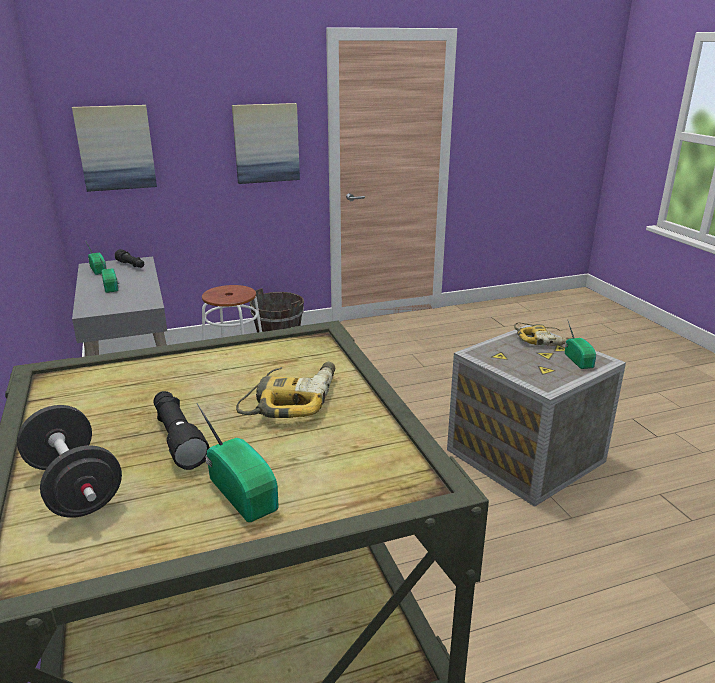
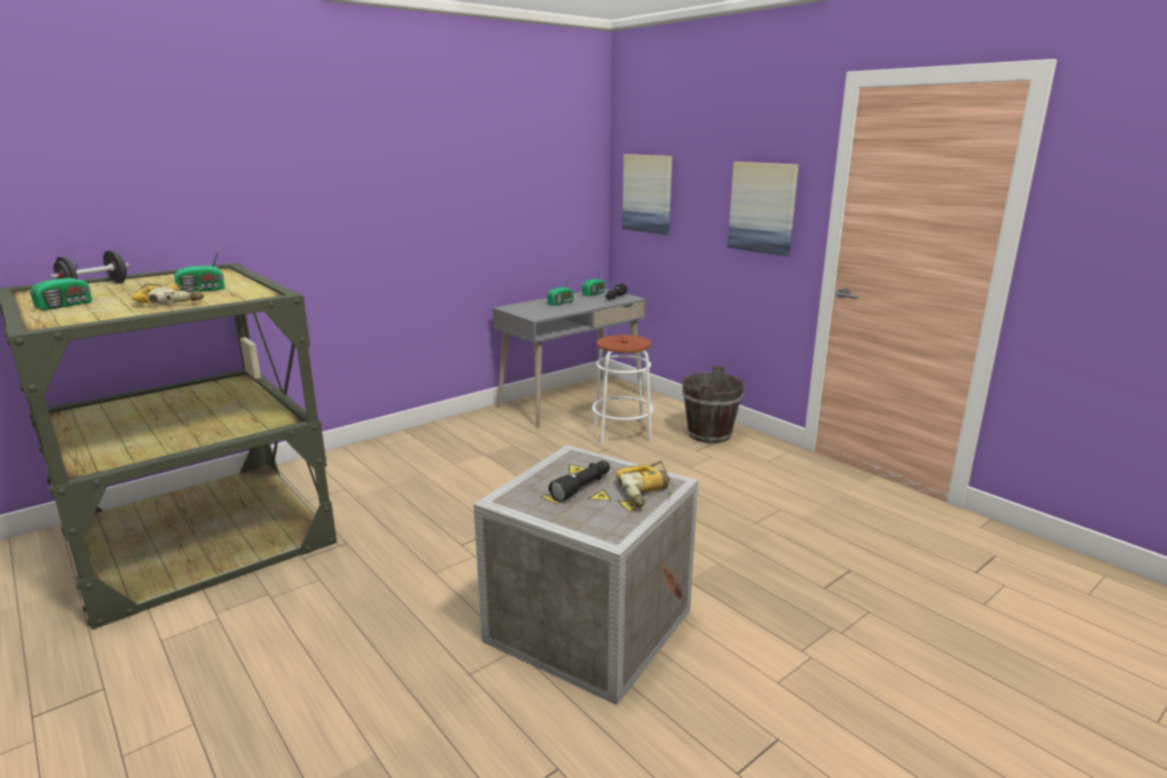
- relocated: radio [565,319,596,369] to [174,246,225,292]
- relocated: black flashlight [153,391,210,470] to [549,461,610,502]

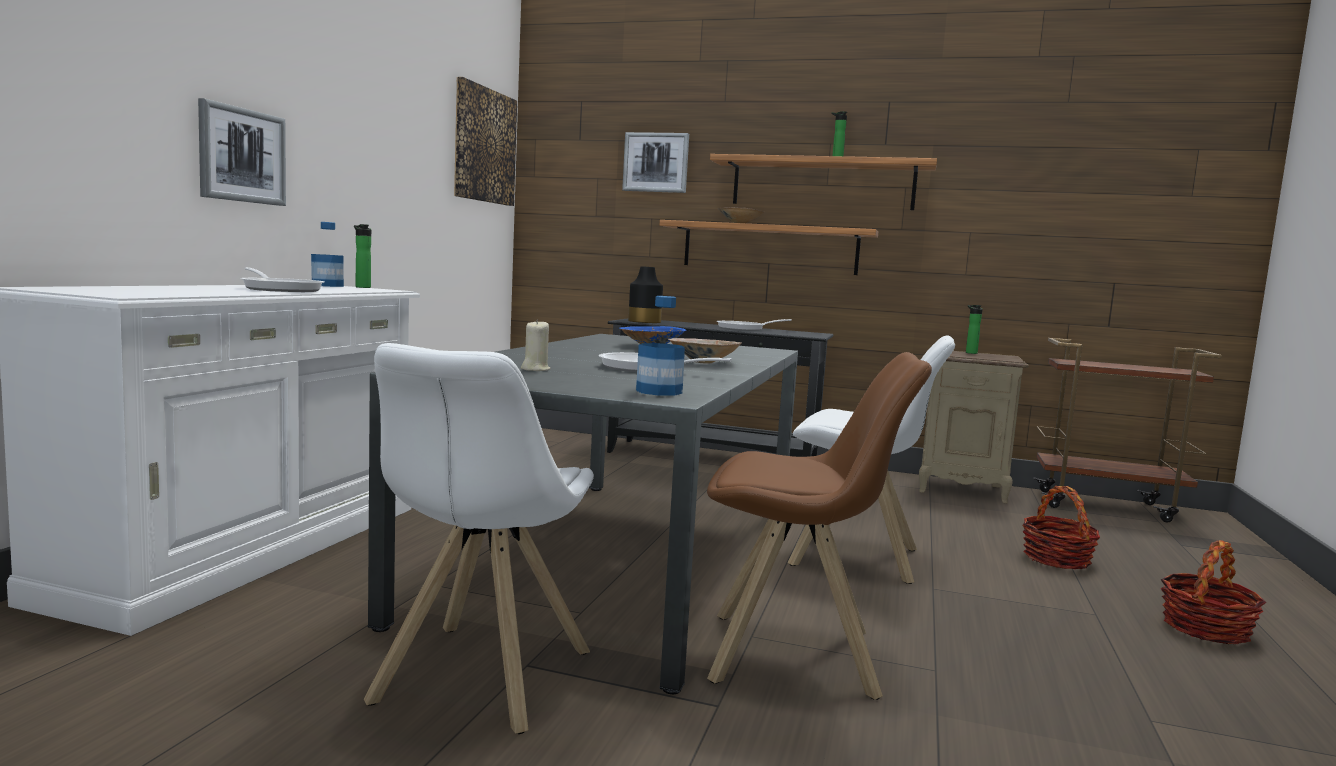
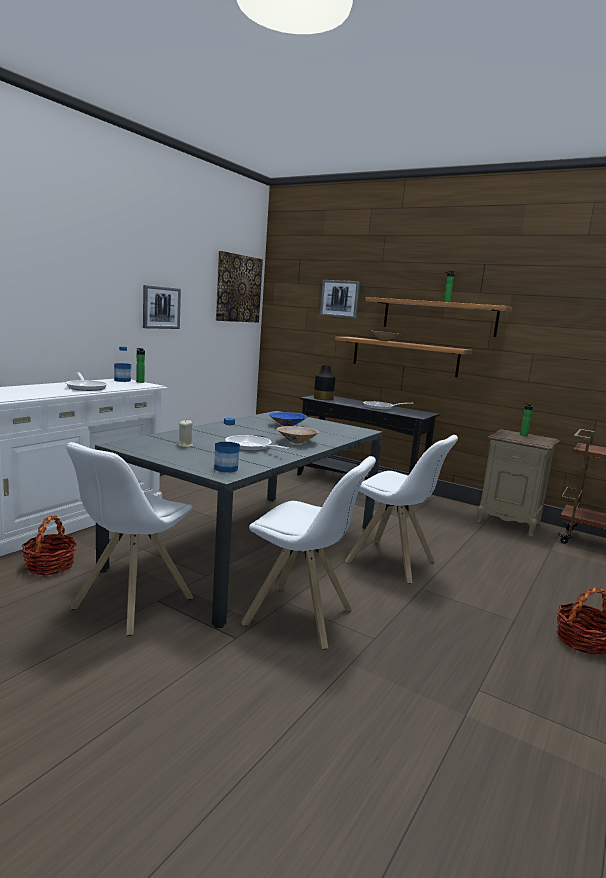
- relocated: picture [198,98,286,206] to [143,285,181,329]
- colour: brown chair [707,352,932,700] to white chair [241,456,376,650]
- relocated: basket [1022,486,1100,570] to [22,515,77,575]

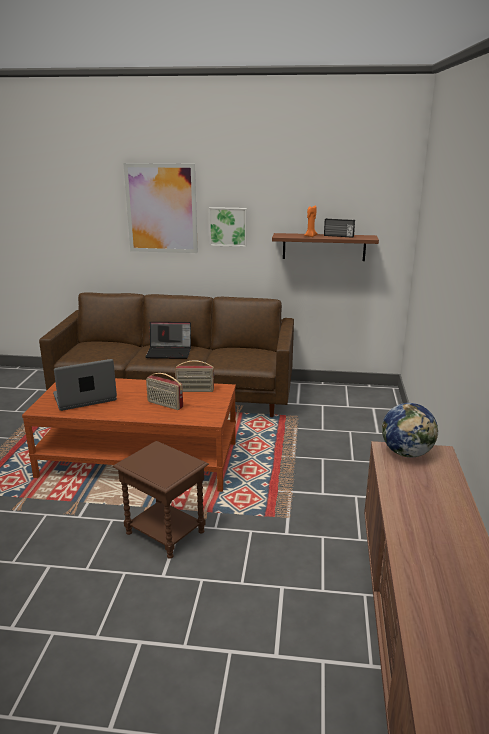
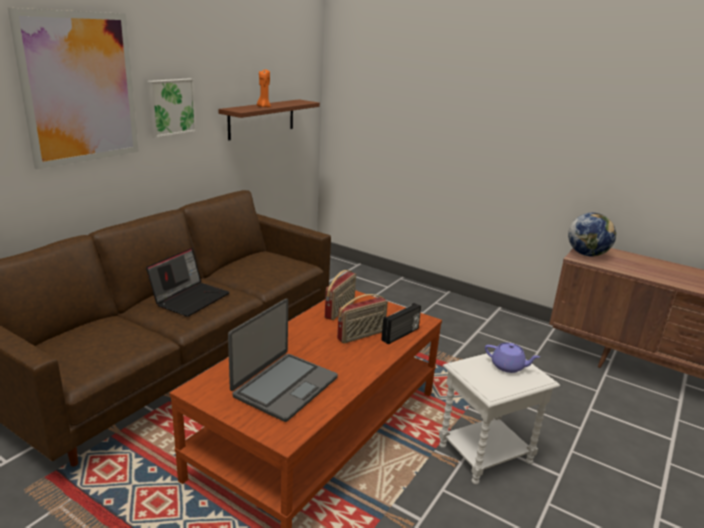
- relocated: radio [324,218,355,238] to [381,303,421,344]
- spun: laptop [53,359,117,411] = [228,299,338,422] 150 degrees counterclockwise
- colour: brown side table [113,441,209,559] to white side table [439,352,560,484]
- appeared: purple teapot [485,343,540,373]

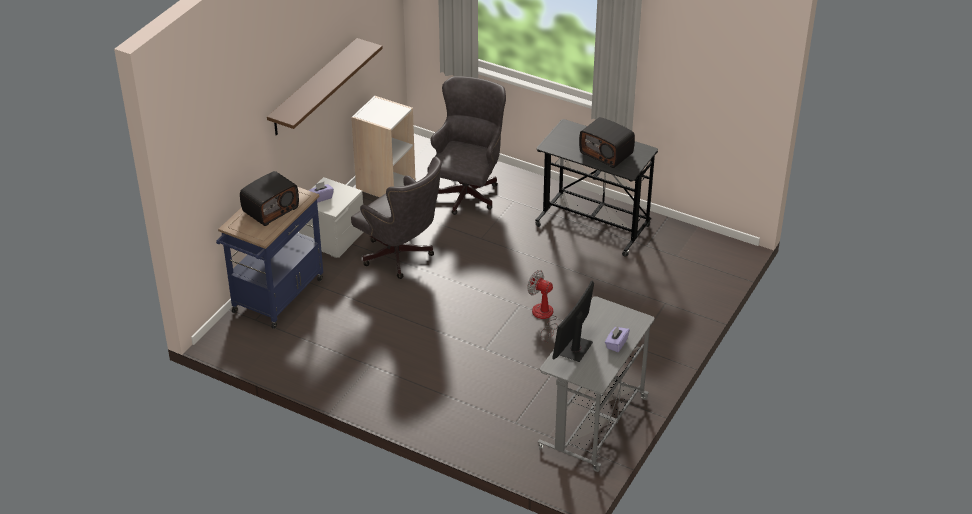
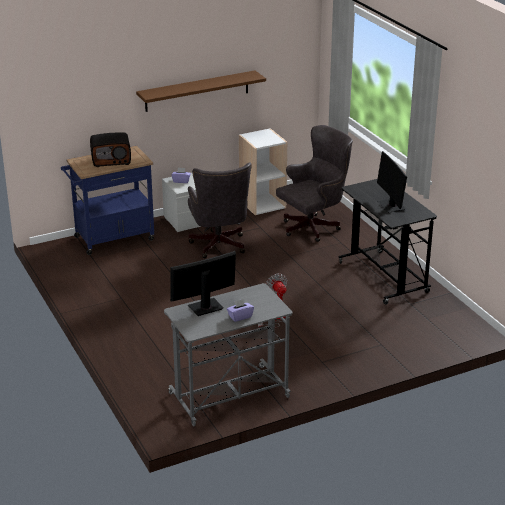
- exchanged: radio [579,117,635,168] to monitor [377,151,407,213]

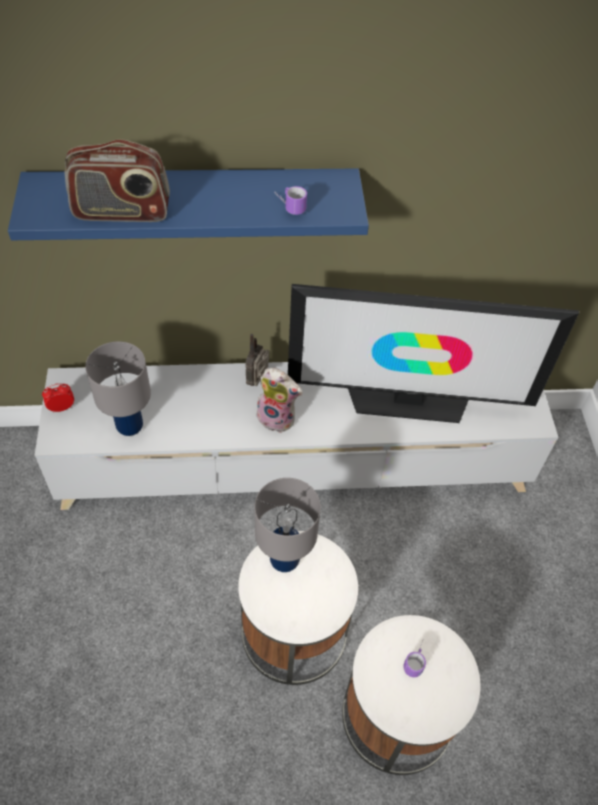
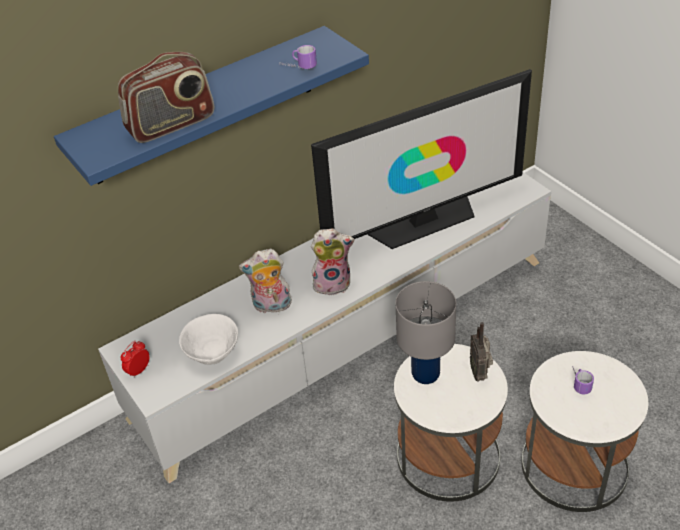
- relocated: radio [245,334,269,386] to [470,322,493,382]
- exchanged: grey table lamp [85,341,151,436] to white bowl [179,314,238,365]
- appeared: plush toy [239,249,292,313]

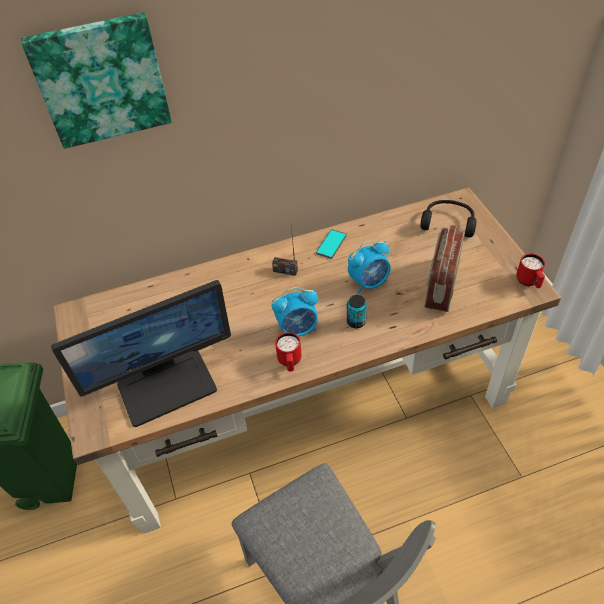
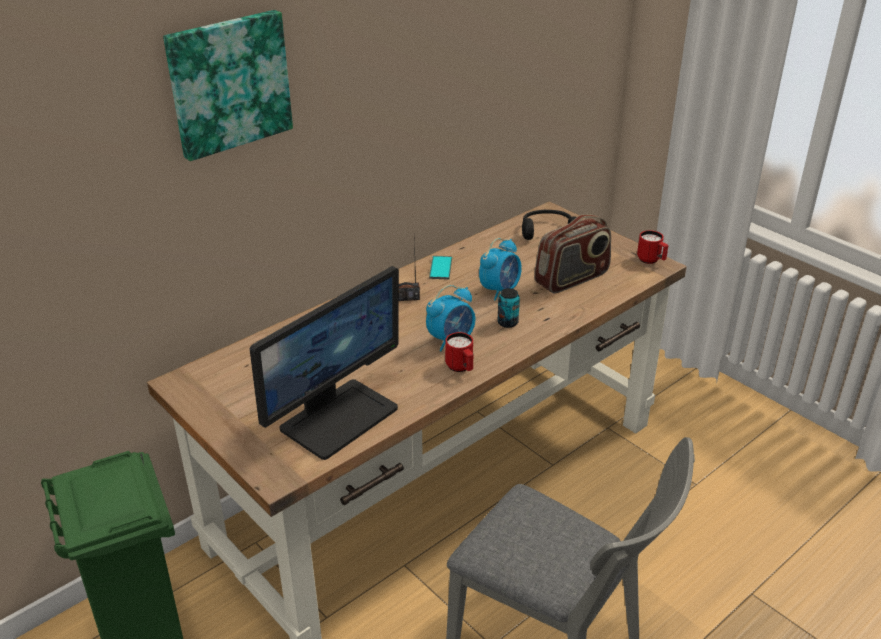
- spun: radio [424,225,465,312] = [534,214,611,293] 120 degrees counterclockwise

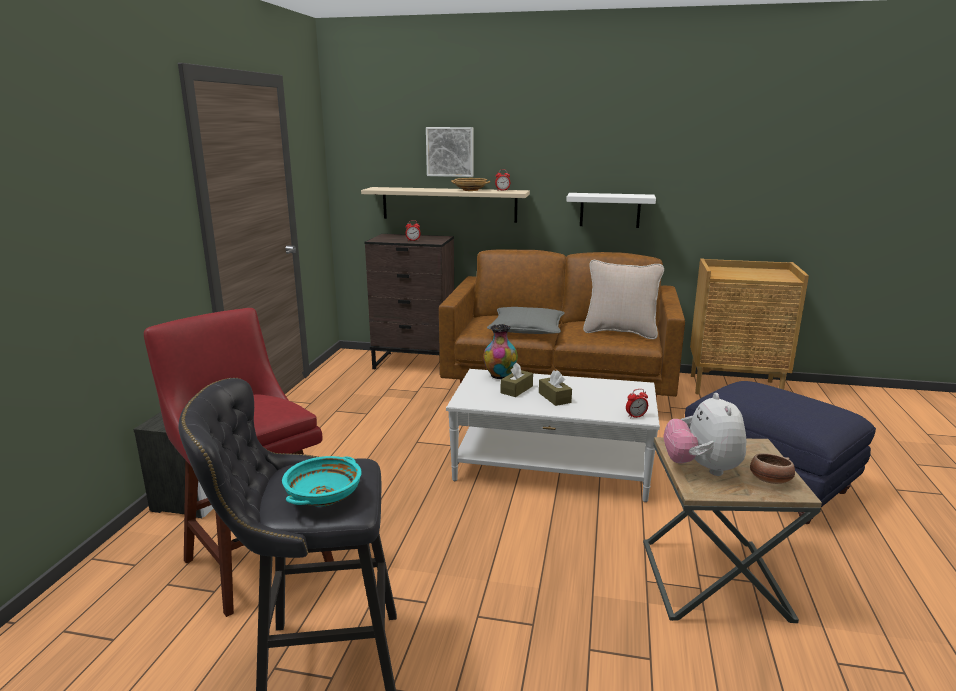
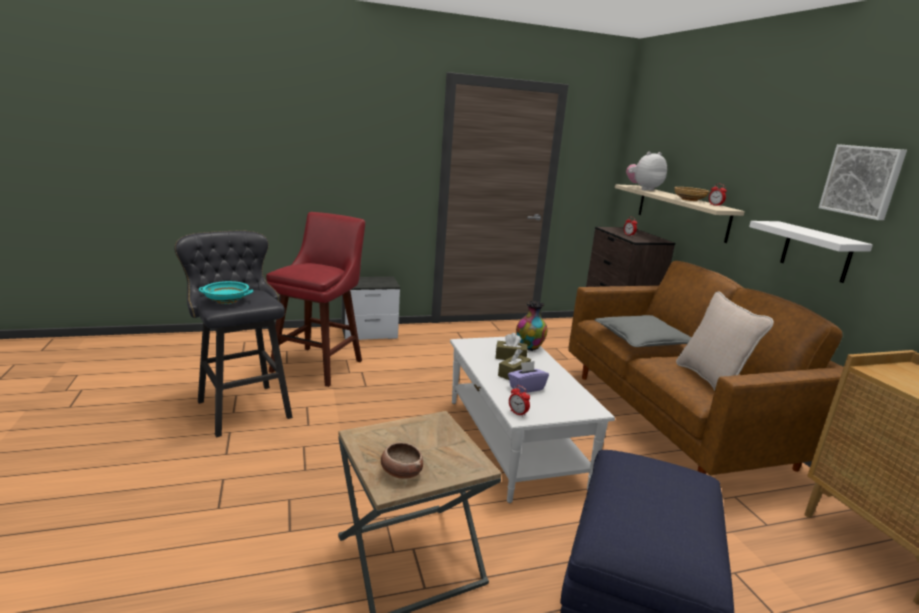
- relocated: picture [426,127,474,177] to [819,144,907,220]
- relocated: plush toy [663,393,746,476] to [626,152,667,191]
- appeared: purple tissue box [508,361,549,393]

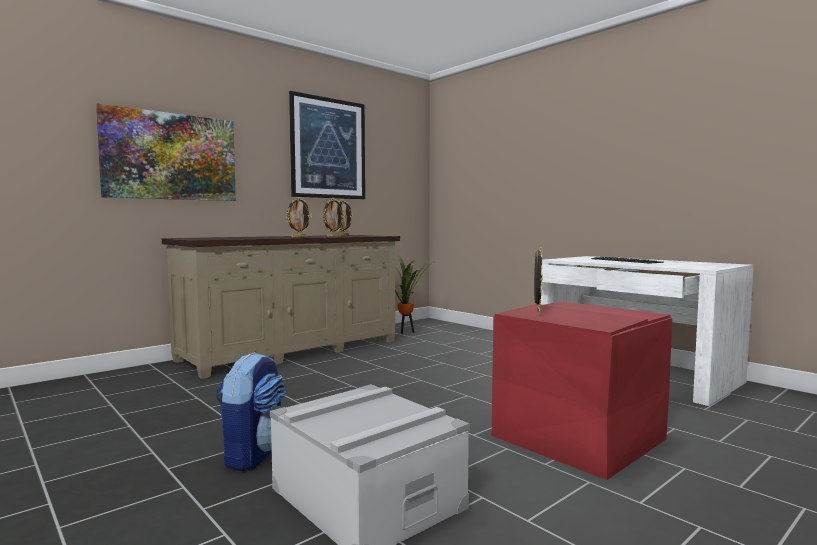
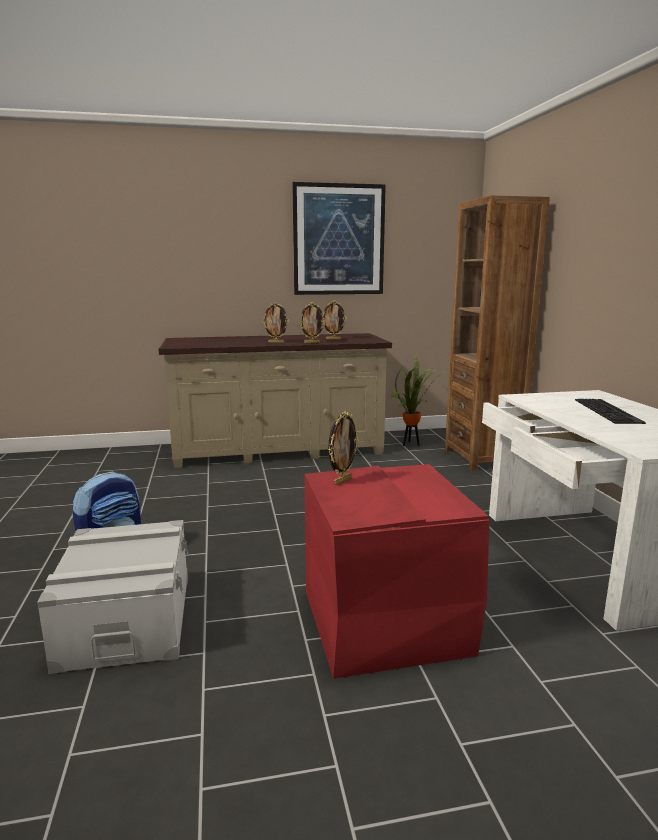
- missing: picture [96,103,236,201]
- appeared: brown bookcase [445,195,550,471]

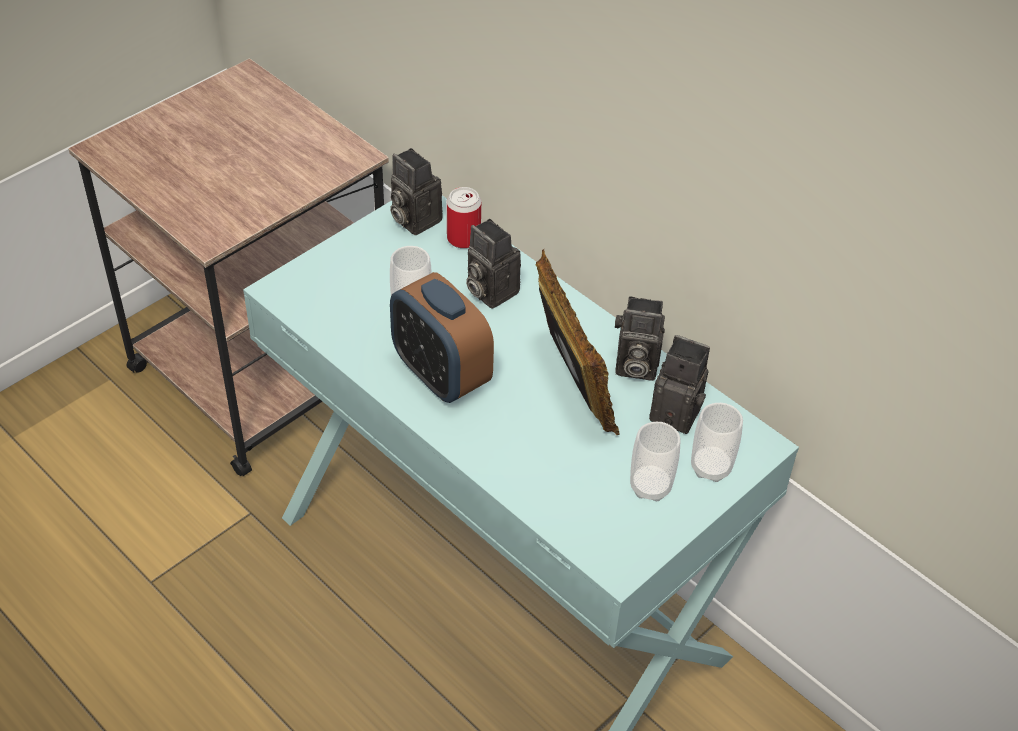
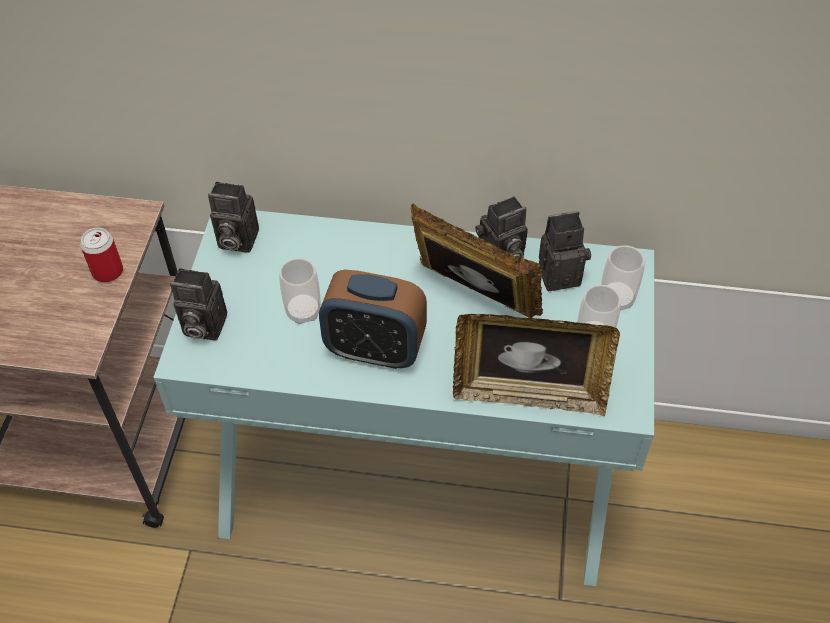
- relocated: can [447,187,481,249] to [80,227,123,282]
- relocated: photo camera [466,219,521,309] to [170,268,227,340]
- appeared: picture frame [453,314,620,416]

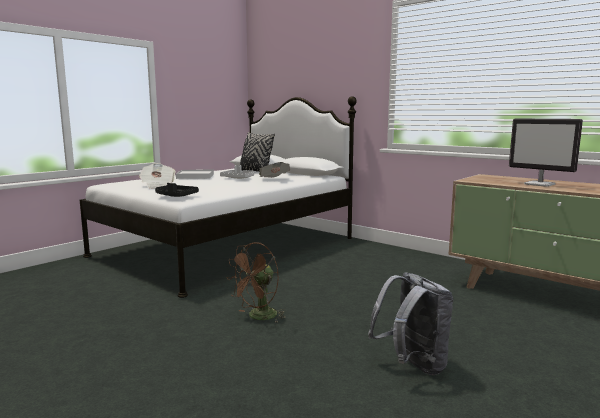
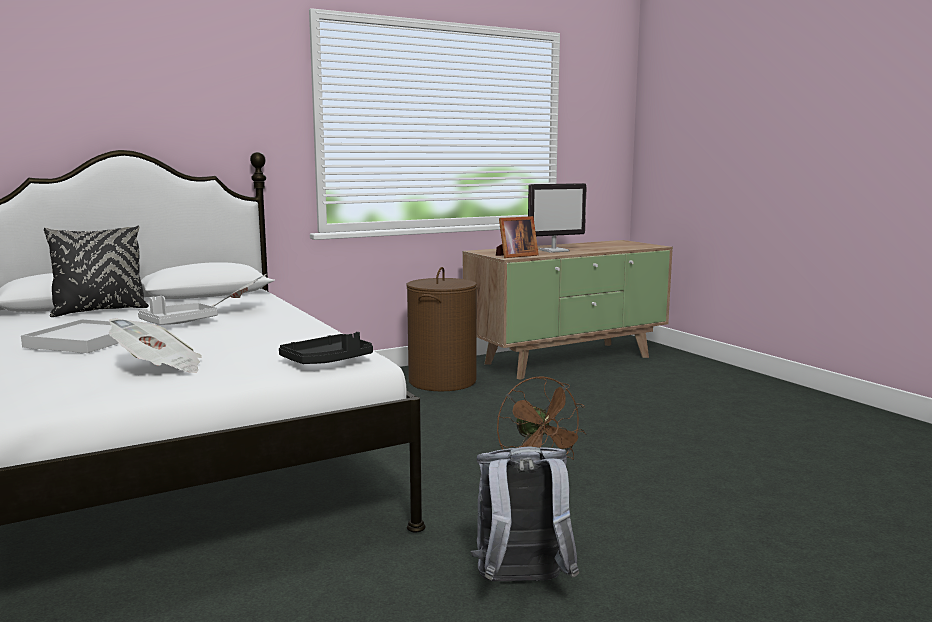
- relocated: grey backpack [368,272,453,375] to [471,447,579,581]
- appeared: picture frame [496,216,539,258]
- appeared: brown laundry basket [406,267,477,391]

